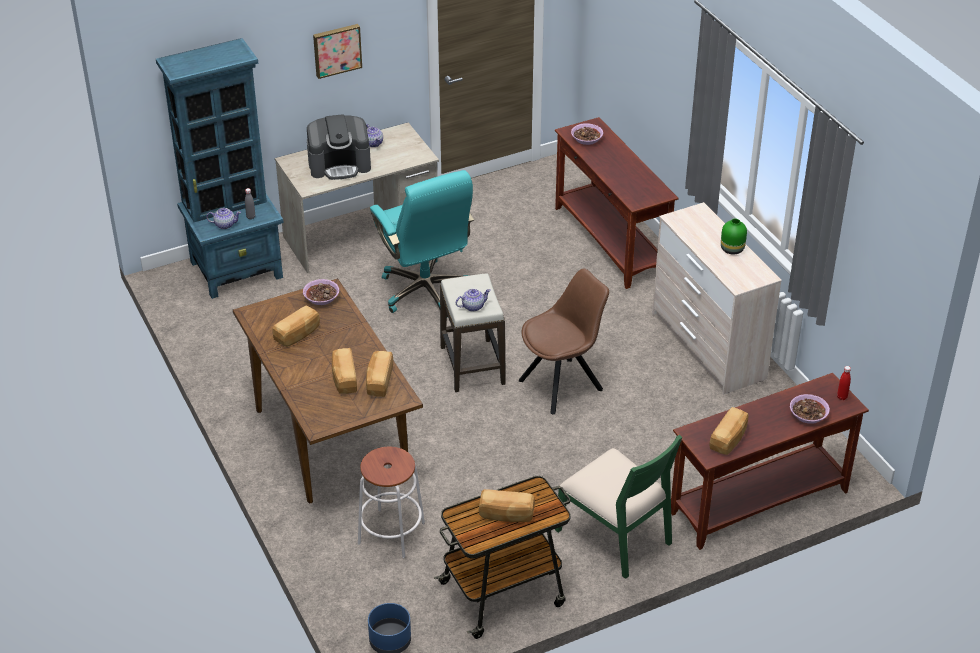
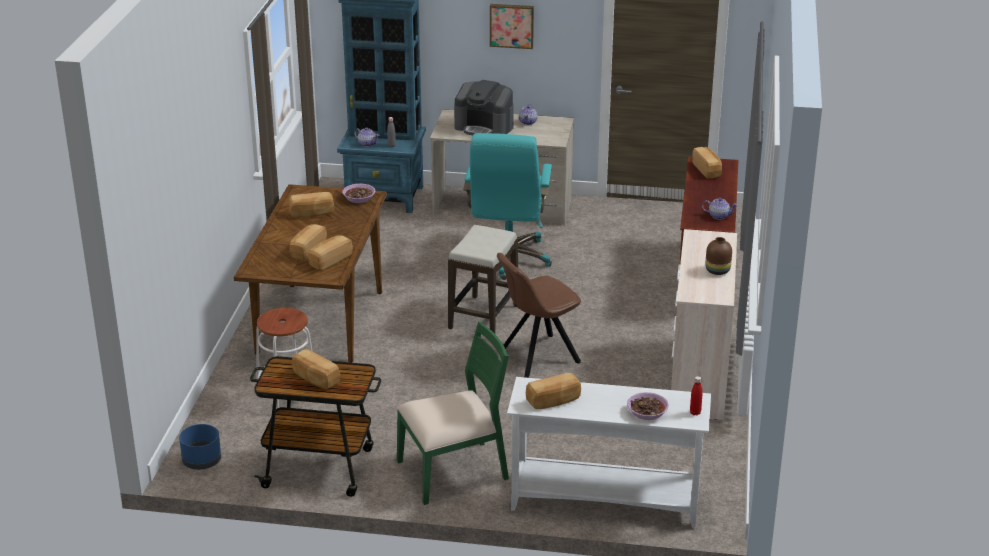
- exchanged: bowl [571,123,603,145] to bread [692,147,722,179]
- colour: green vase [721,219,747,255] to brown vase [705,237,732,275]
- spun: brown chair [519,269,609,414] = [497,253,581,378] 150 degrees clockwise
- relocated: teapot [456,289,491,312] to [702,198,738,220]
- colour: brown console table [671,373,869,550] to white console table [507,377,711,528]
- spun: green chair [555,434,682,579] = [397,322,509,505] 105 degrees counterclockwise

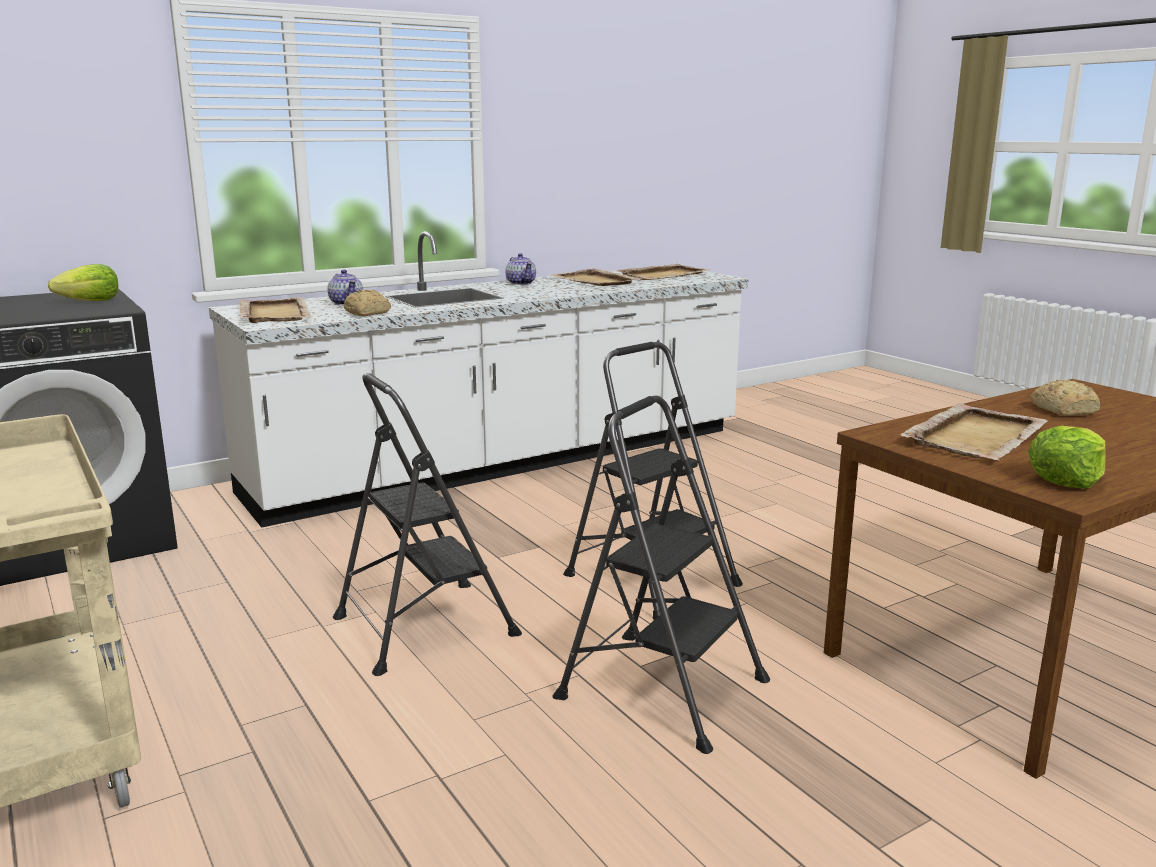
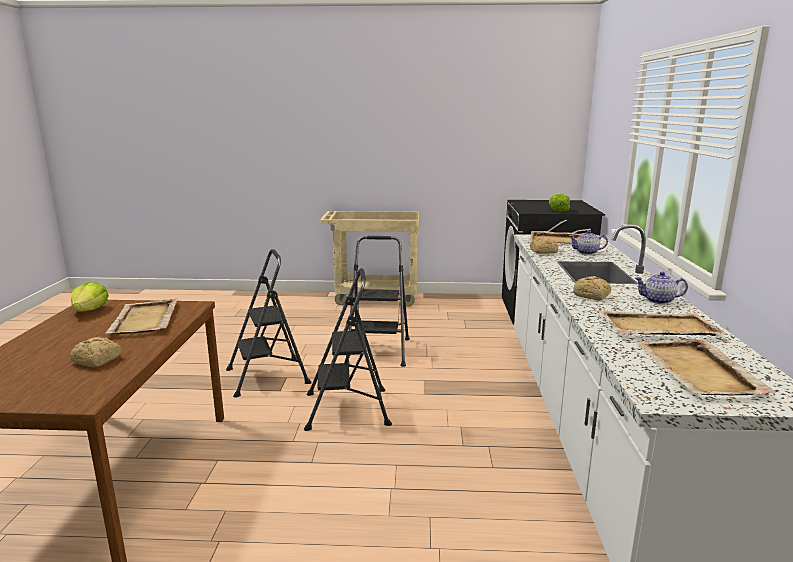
- appeared: bread [573,276,611,301]

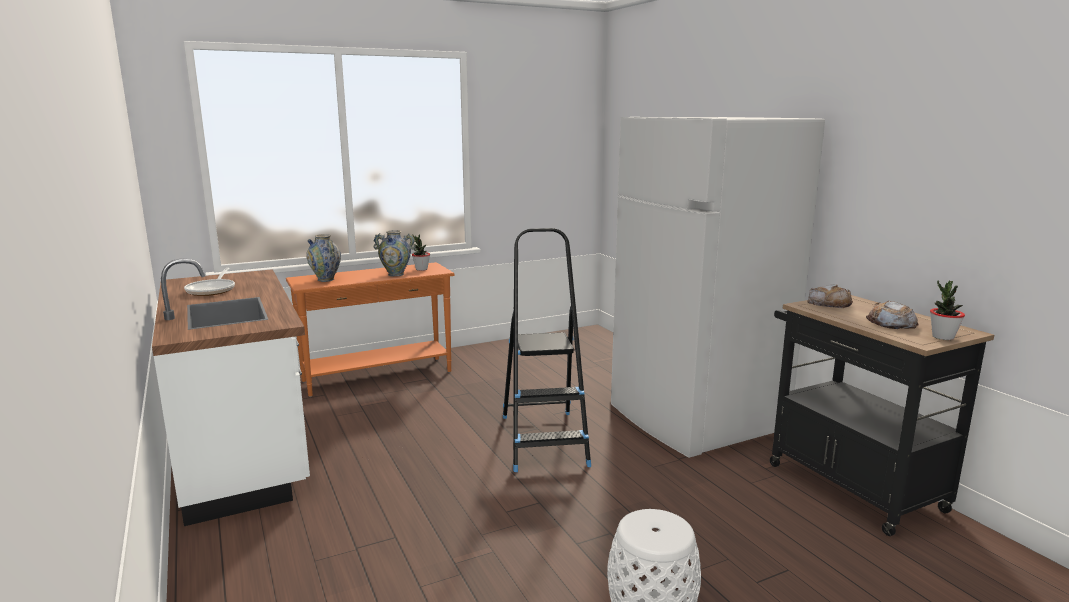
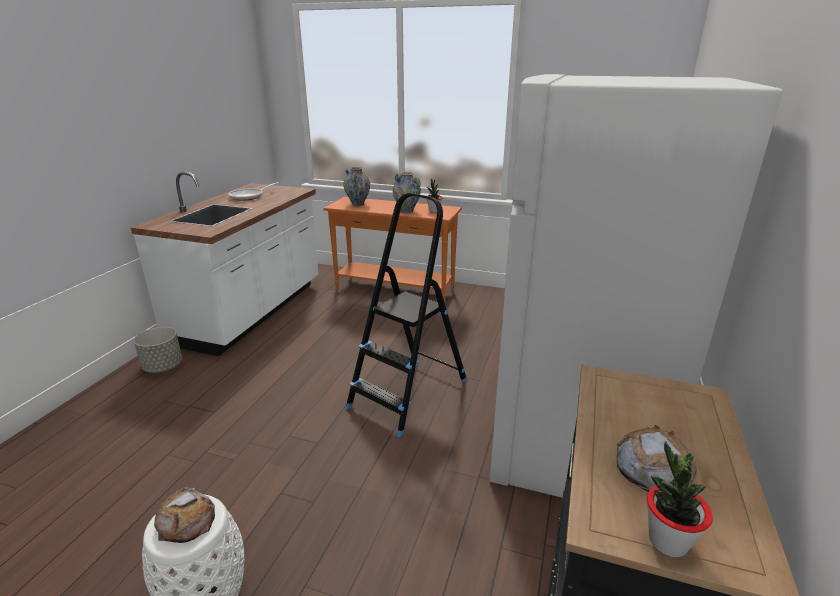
- relocated: bread [807,284,853,308] to [154,487,215,543]
- appeared: grey planter [134,327,182,373]

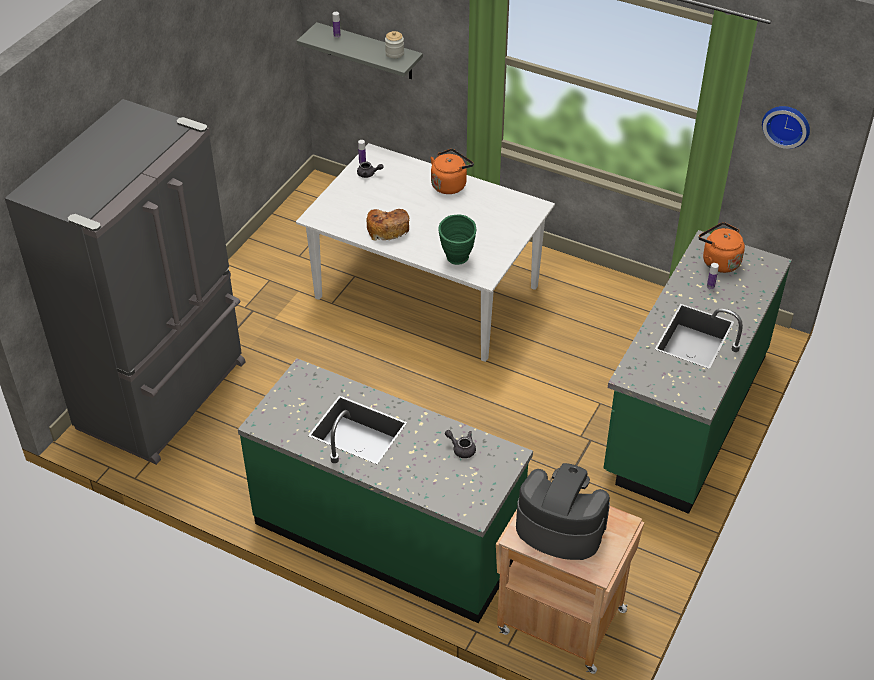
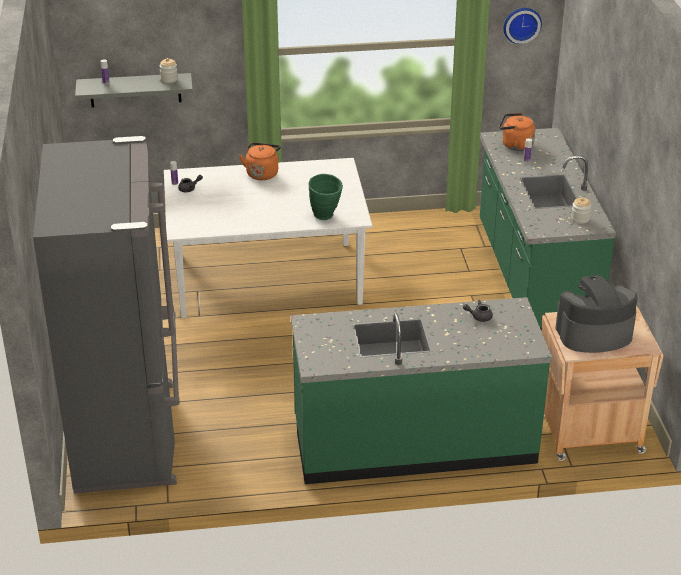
- missing: bread [366,209,409,241]
- appeared: jar [571,197,591,224]

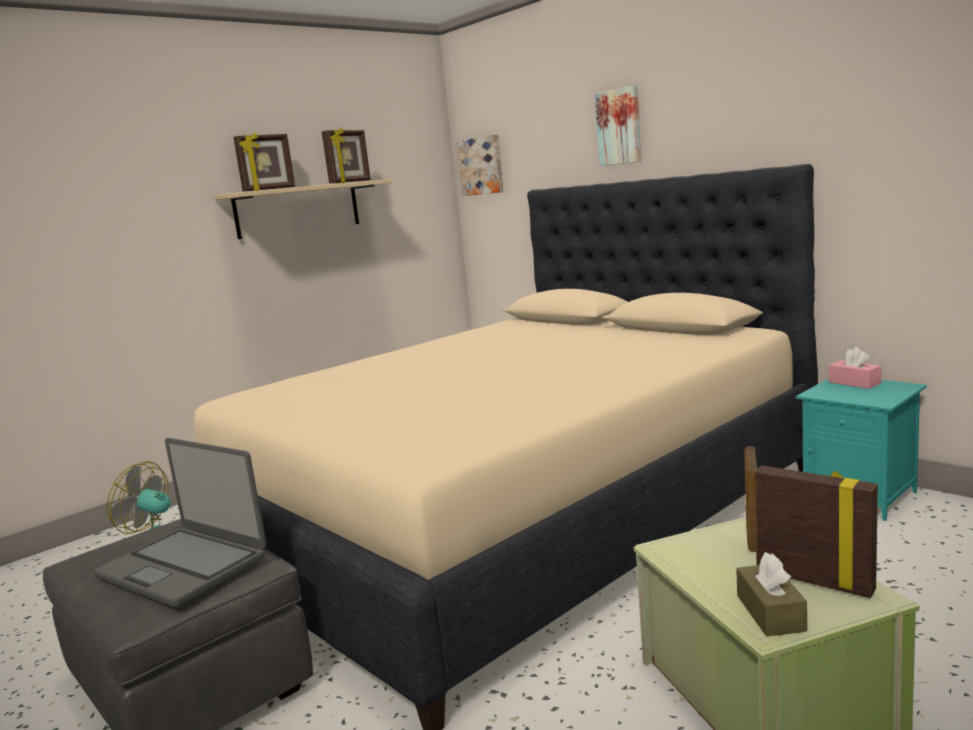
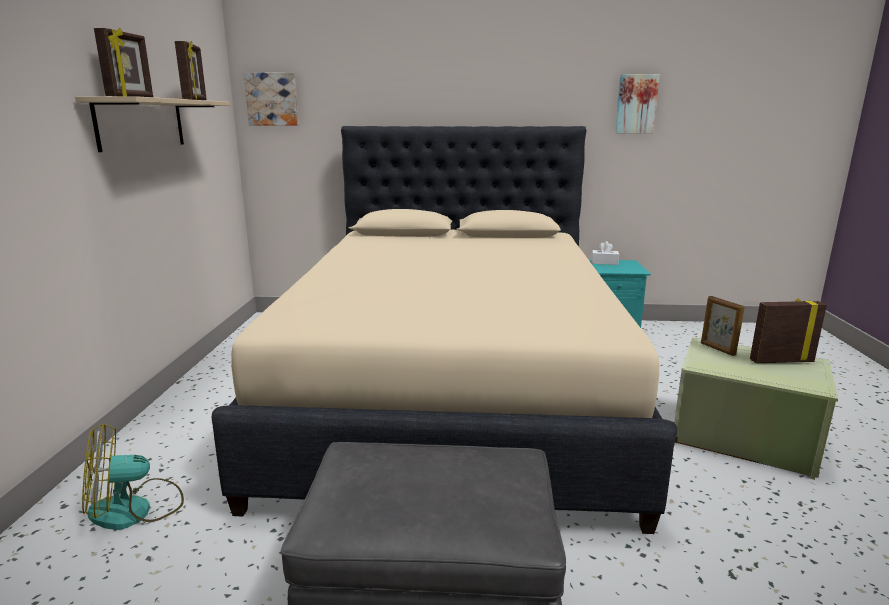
- relocated: picture [595,85,641,166] to [615,74,660,133]
- colour: pink tissue box [829,347,881,389] to white tissue box [591,241,619,265]
- missing: laptop [94,438,267,607]
- missing: brown tissue box [736,552,807,636]

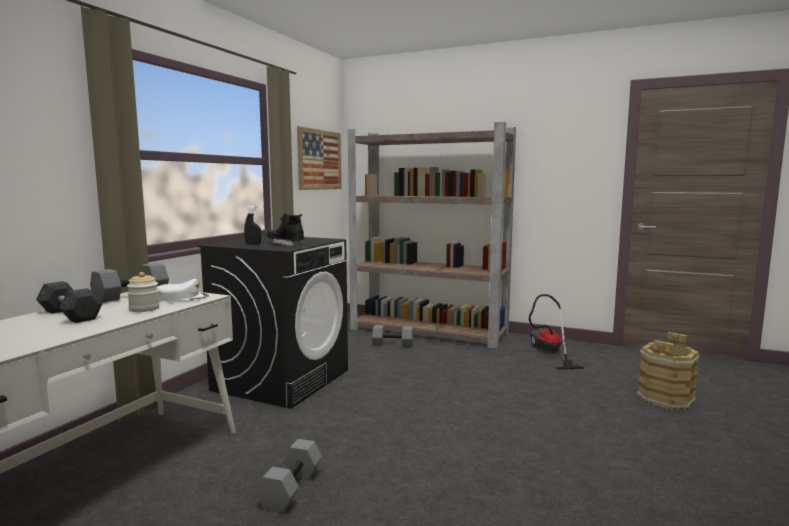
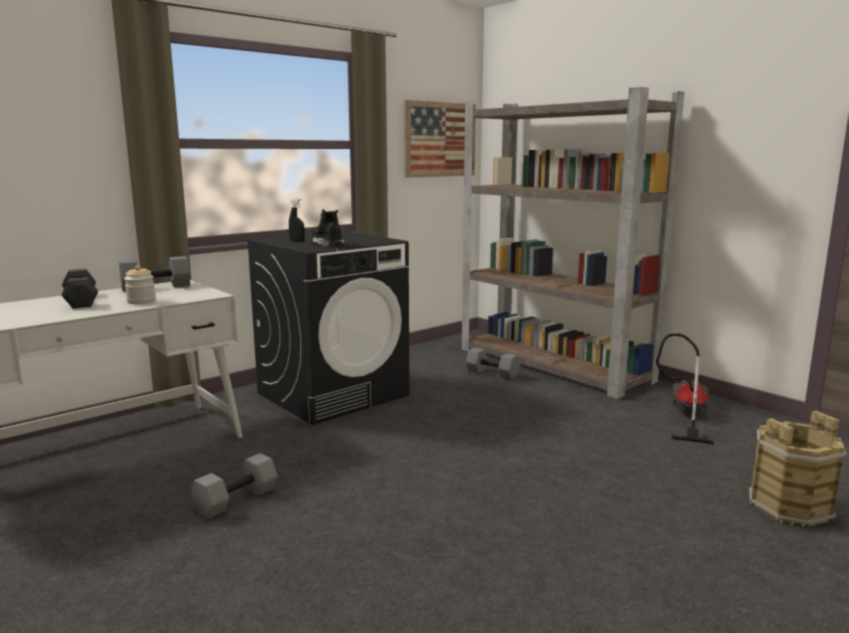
- missing: white cap [157,279,210,302]

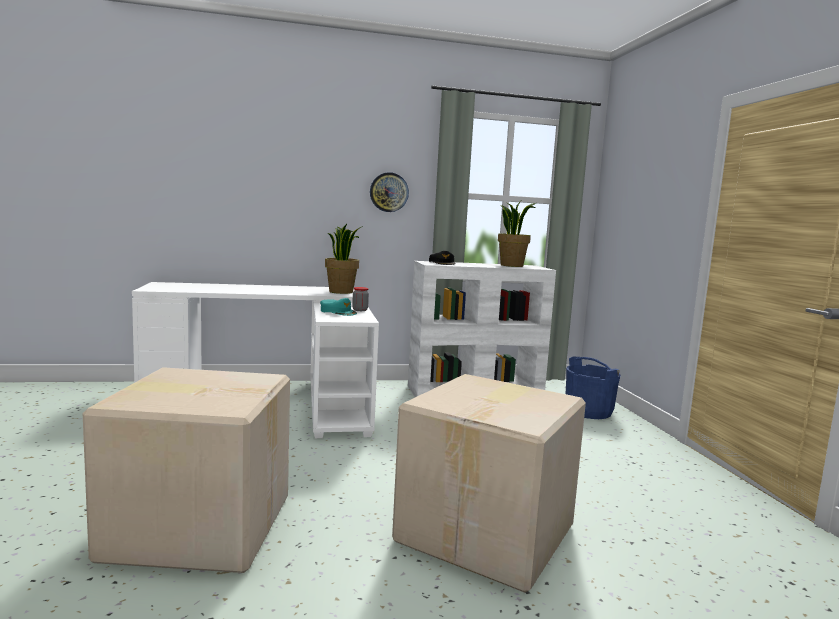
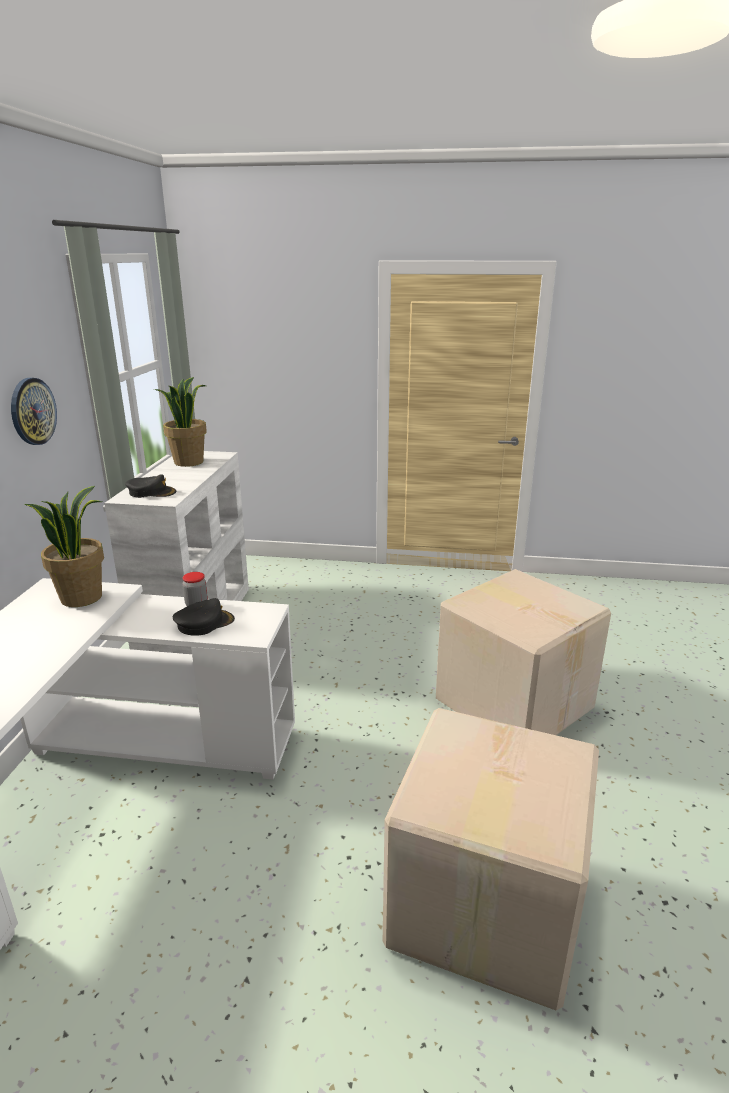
- colour: turquoise cap [320,298,357,316] to black cap [173,598,235,636]
- missing: blue bucket [565,357,621,419]

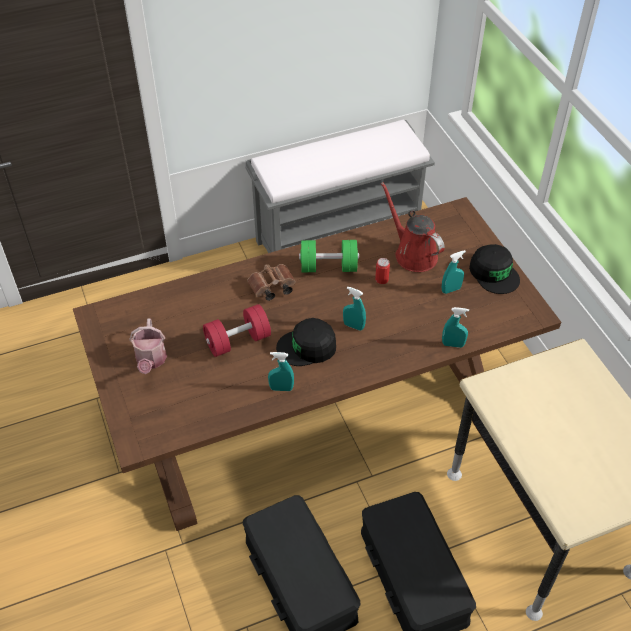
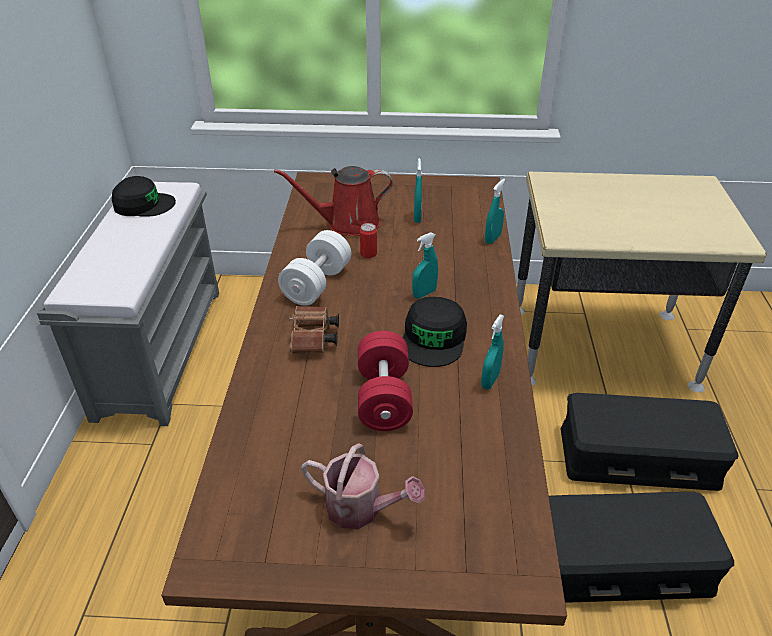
- colour: green dumbbell [299,240,359,272] to white dumbbell [278,230,351,306]
- relocated: black cap [469,244,520,294] to [112,176,176,216]

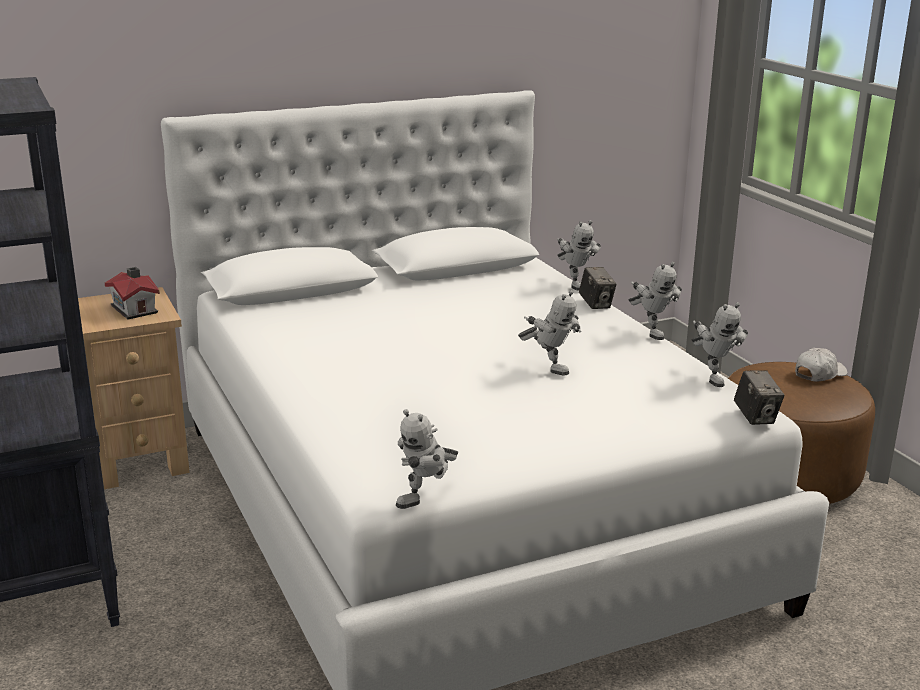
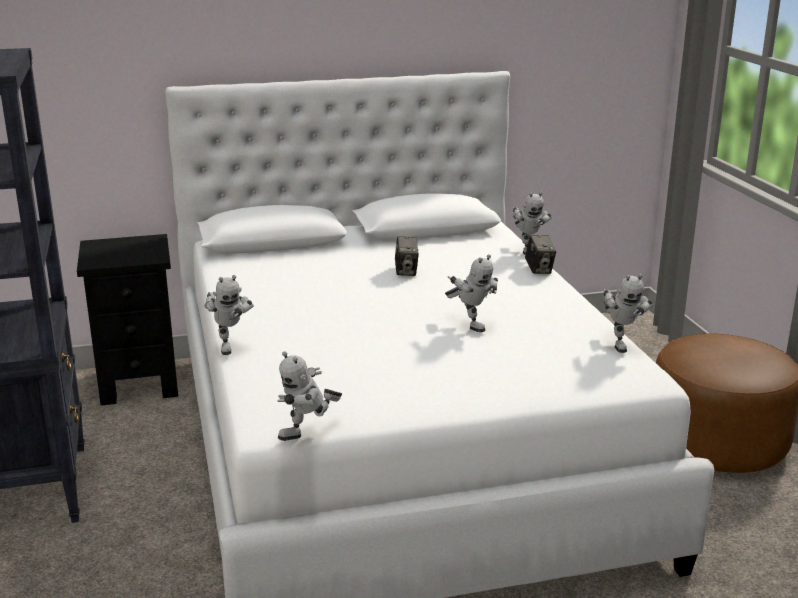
- relocated: toy robot [629,262,682,340] to [204,275,254,355]
- missing: toy house [105,267,160,319]
- colour: beige nightstand [78,287,190,489] to black nightstand [77,234,178,406]
- missing: white cap [795,348,848,382]
- relocated: photo camera [734,370,784,425] to [395,236,419,276]

